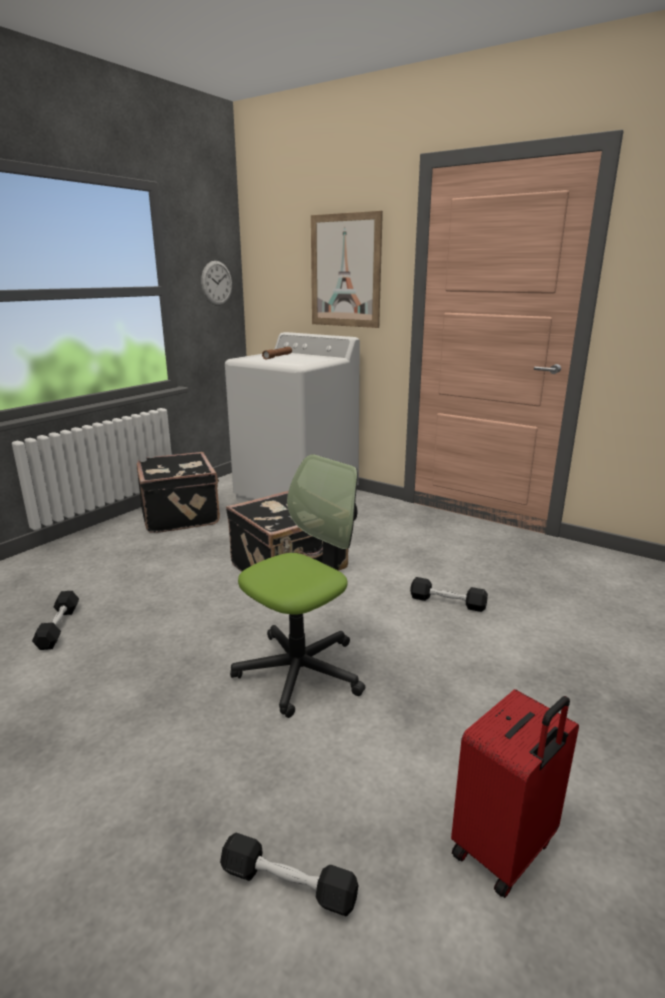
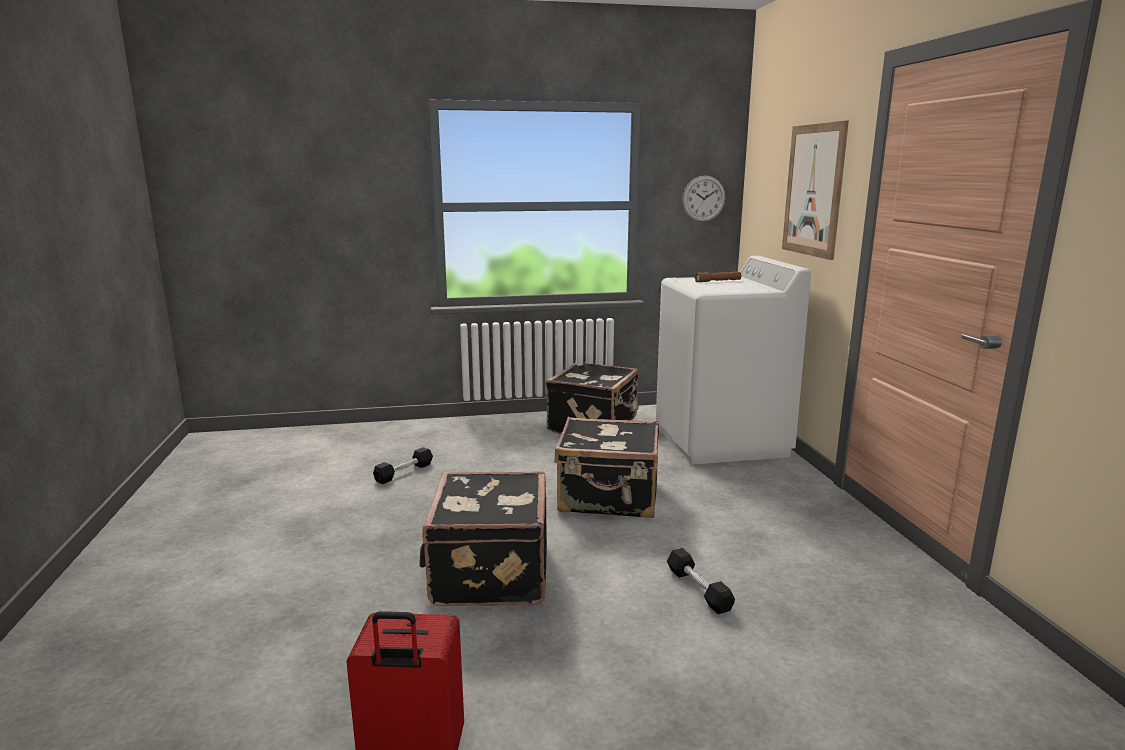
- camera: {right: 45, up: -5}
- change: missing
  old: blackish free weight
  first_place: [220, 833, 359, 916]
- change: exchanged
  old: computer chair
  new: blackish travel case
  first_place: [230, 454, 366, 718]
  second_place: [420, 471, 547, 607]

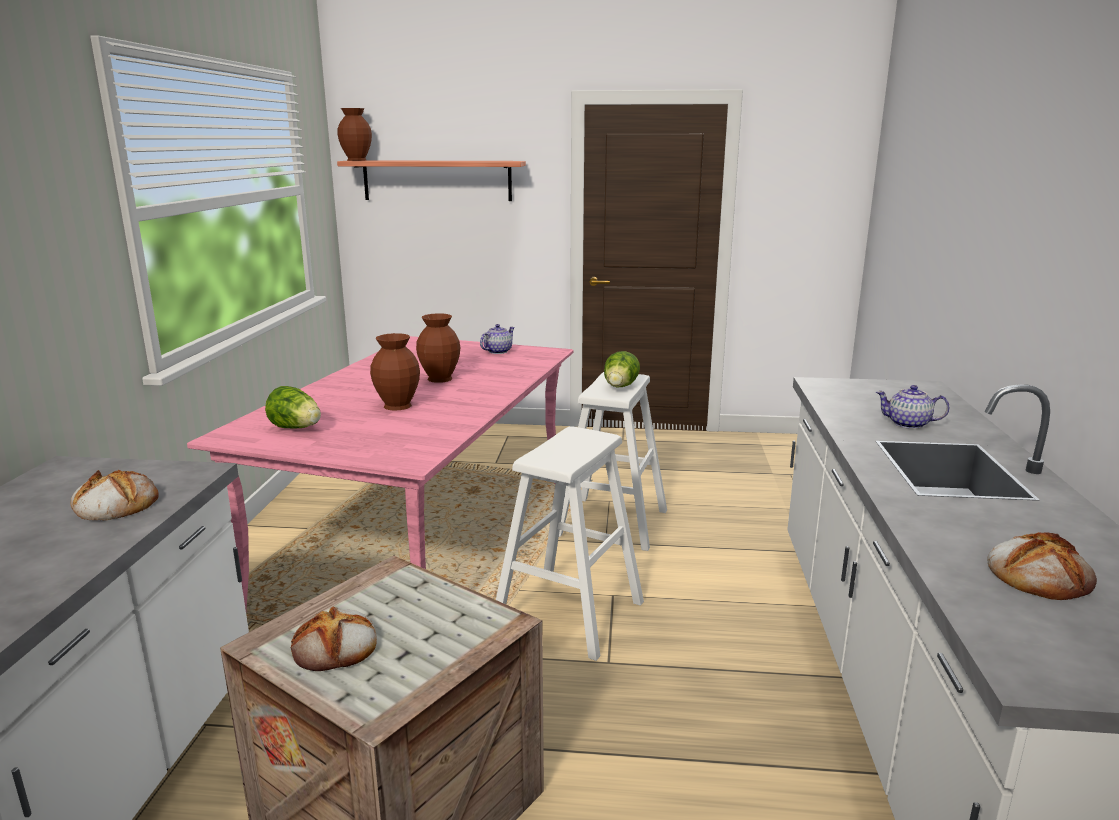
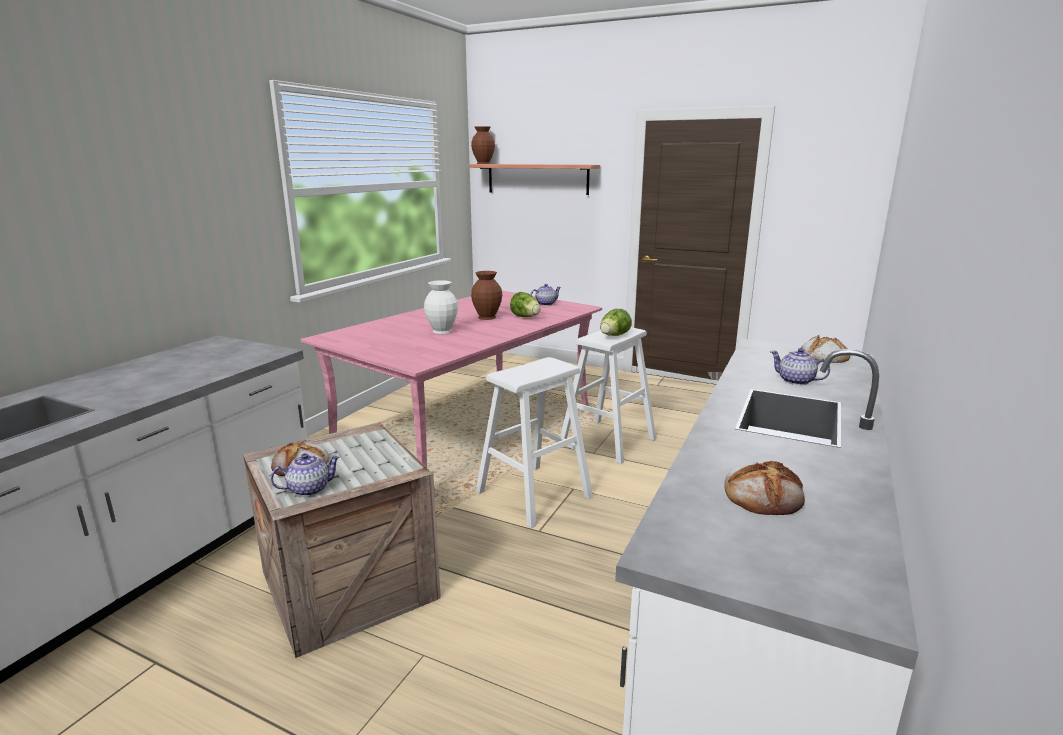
- camera: {right: 20, up: 0}
- change: appeared
  new: pot for tea
  second_place: [270, 453, 341, 496]
- change: relocated
  old: bakery bread
  first_place: [71, 469, 159, 521]
  second_place: [801, 335, 850, 363]
- change: relocated
  old: head of lettuce
  first_place: [265, 386, 321, 429]
  second_place: [510, 292, 540, 317]
- change: colour
  old: brown-coloured flower vase
  new: white flower vase
  first_place: [370, 333, 420, 411]
  second_place: [424, 280, 458, 334]

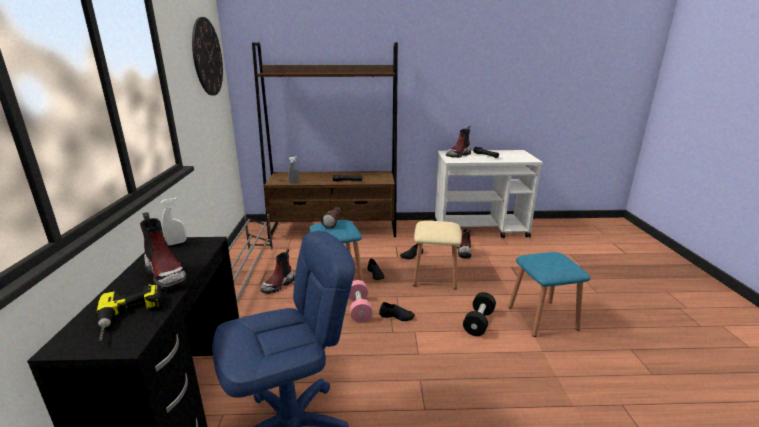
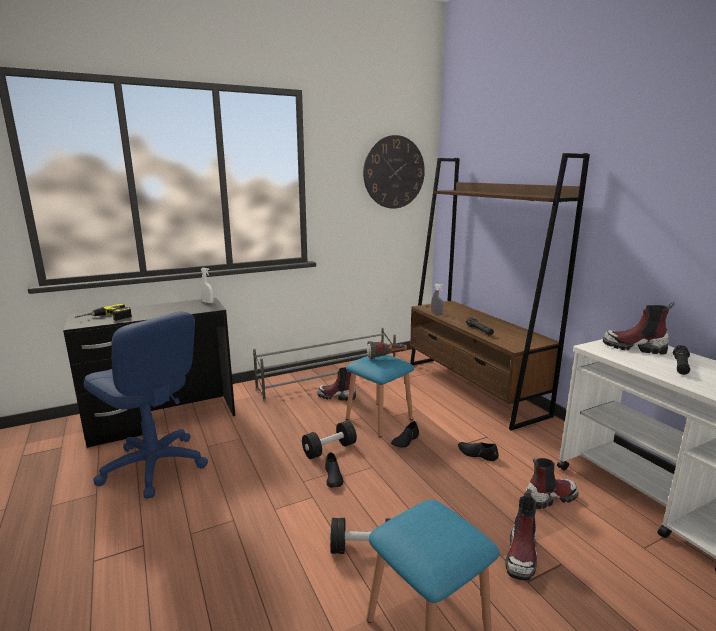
- camera: {right: 65, up: -5}
- change: missing
  old: beige stool seat
  first_place: [413, 221, 462, 290]
- change: relocated
  old: tall boot
  first_place: [140, 212, 187, 290]
  second_place: [505, 489, 537, 581]
- change: colour
  old: pink-coloured free weight
  new: blackish free weight
  first_place: [349, 280, 373, 323]
  second_place: [302, 421, 357, 459]

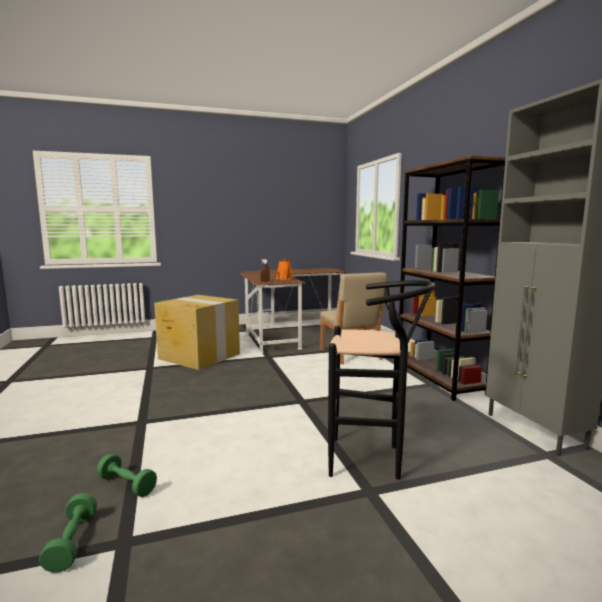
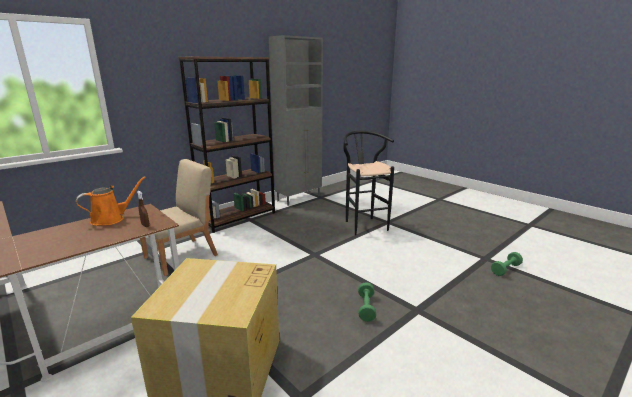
- camera: {right: -115, up: 10}
- change: relocated
  old: greenish free weight
  first_place: [97, 453, 157, 497]
  second_place: [358, 282, 376, 322]

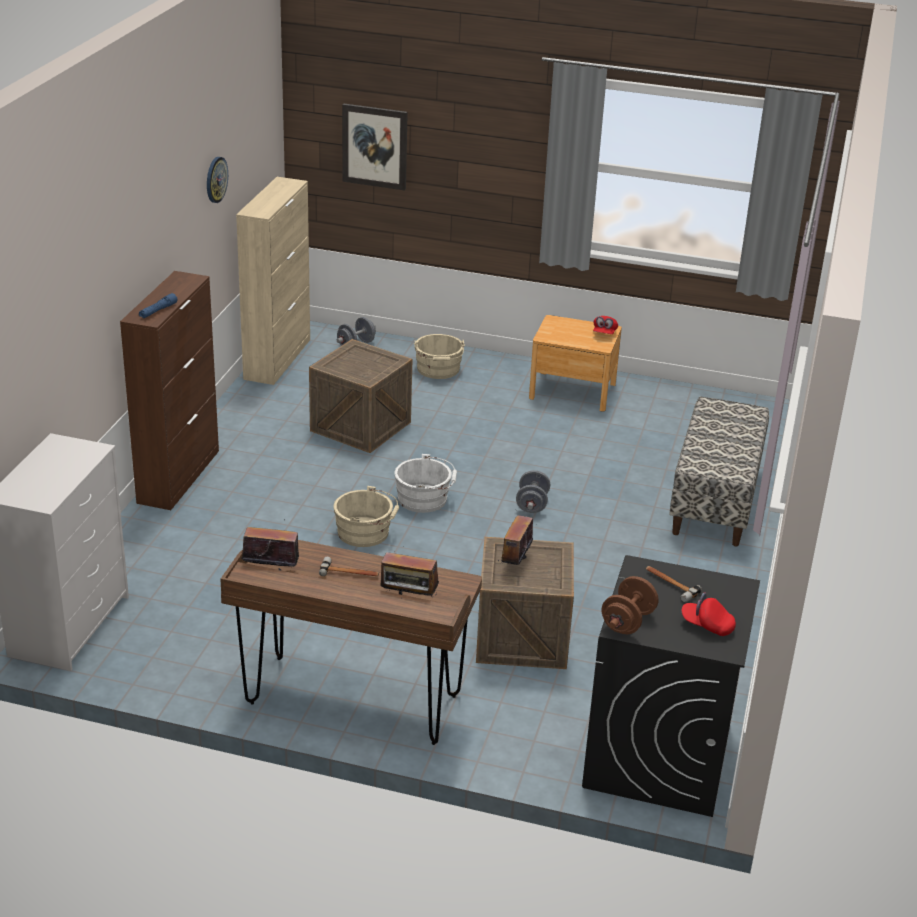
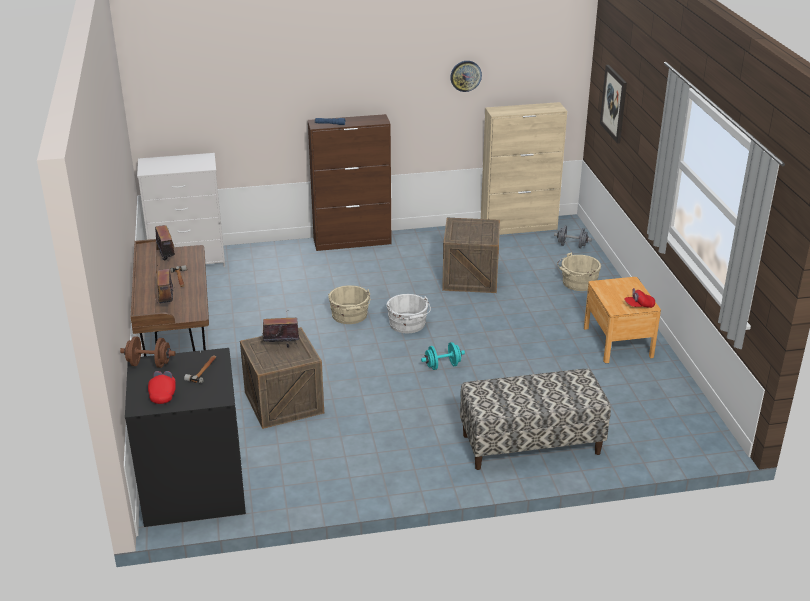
- camera: {right: 65, up: 0}
- change: colour
  old: grey free weight
  new: turquoise free weight
  first_place: [516, 470, 550, 513]
  second_place: [421, 342, 465, 370]

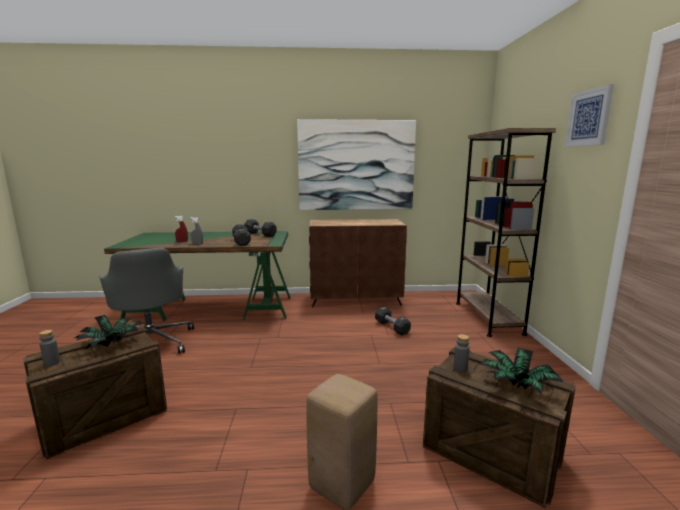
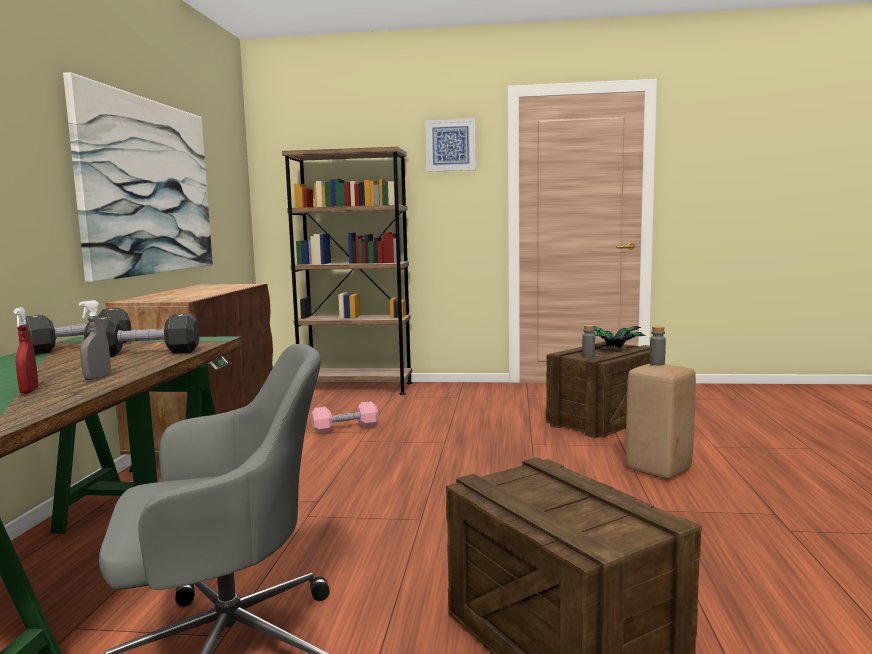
- camera: {right: -80, up: -5}
- change: missing
  old: plant in a pot
  first_place: [75, 315, 145, 350]
- change: relocated
  old: grey drink bottle
  first_place: [39, 330, 60, 367]
  second_place: [650, 326, 666, 365]
- change: colour
  old: blackish free weight
  new: pink-coloured free weight
  first_place: [375, 307, 411, 336]
  second_place: [311, 401, 378, 434]

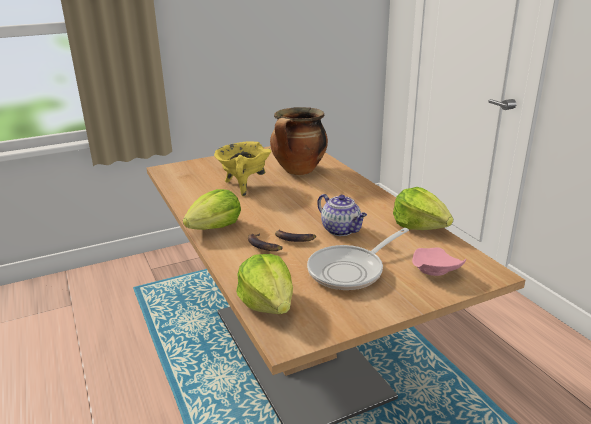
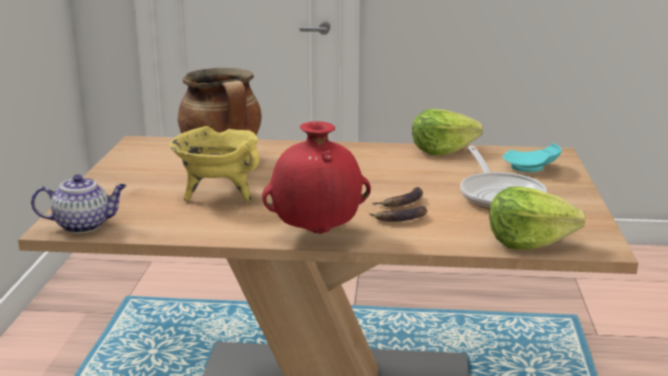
- camera: {right: -60, up: -5}
- change: relocated
  old: pot for tea
  first_place: [317, 194, 367, 236]
  second_place: [31, 174, 126, 233]
- change: exchanged
  old: head of lettuce
  new: red-coloured flower vase
  first_place: [183, 189, 241, 230]
  second_place: [262, 121, 371, 234]
- change: colour
  old: pink-coloured dinner plate
  new: turquoise dinner plate
  first_place: [412, 248, 466, 276]
  second_place: [502, 143, 562, 172]

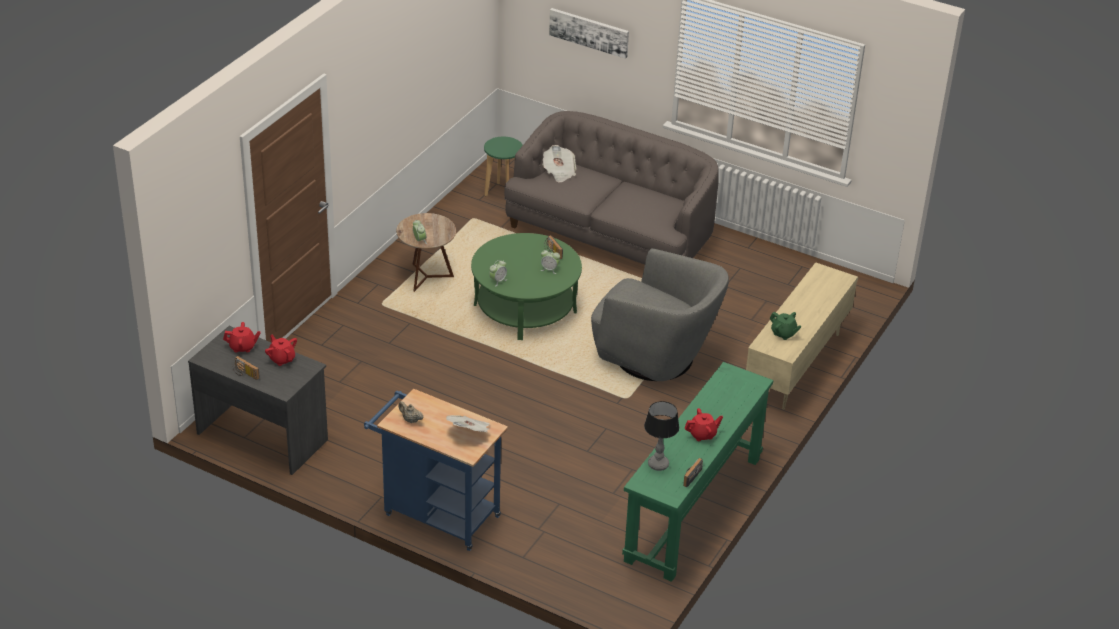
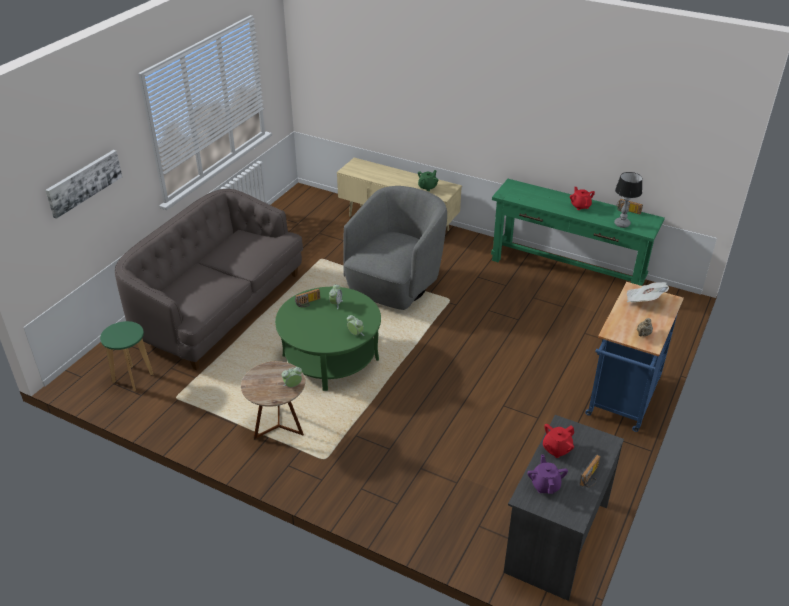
- camera: {right: -90, up: 0}
- change: missing
  old: daily paper
  first_place: [543, 145, 576, 183]
- change: colour
  old: red-coloured pot for tea
  new: purple pot for tea
  first_place: [223, 322, 261, 352]
  second_place: [527, 454, 568, 494]

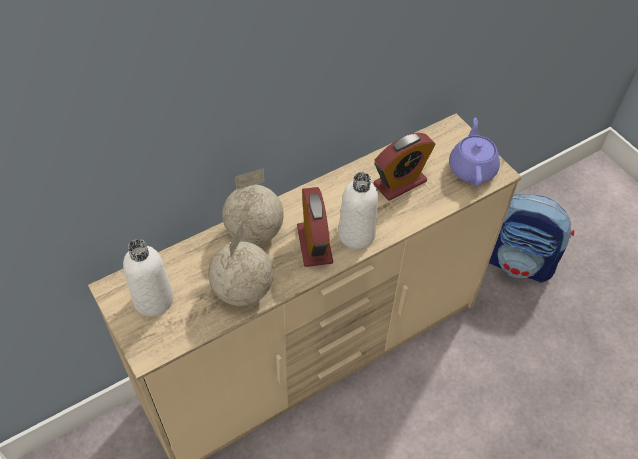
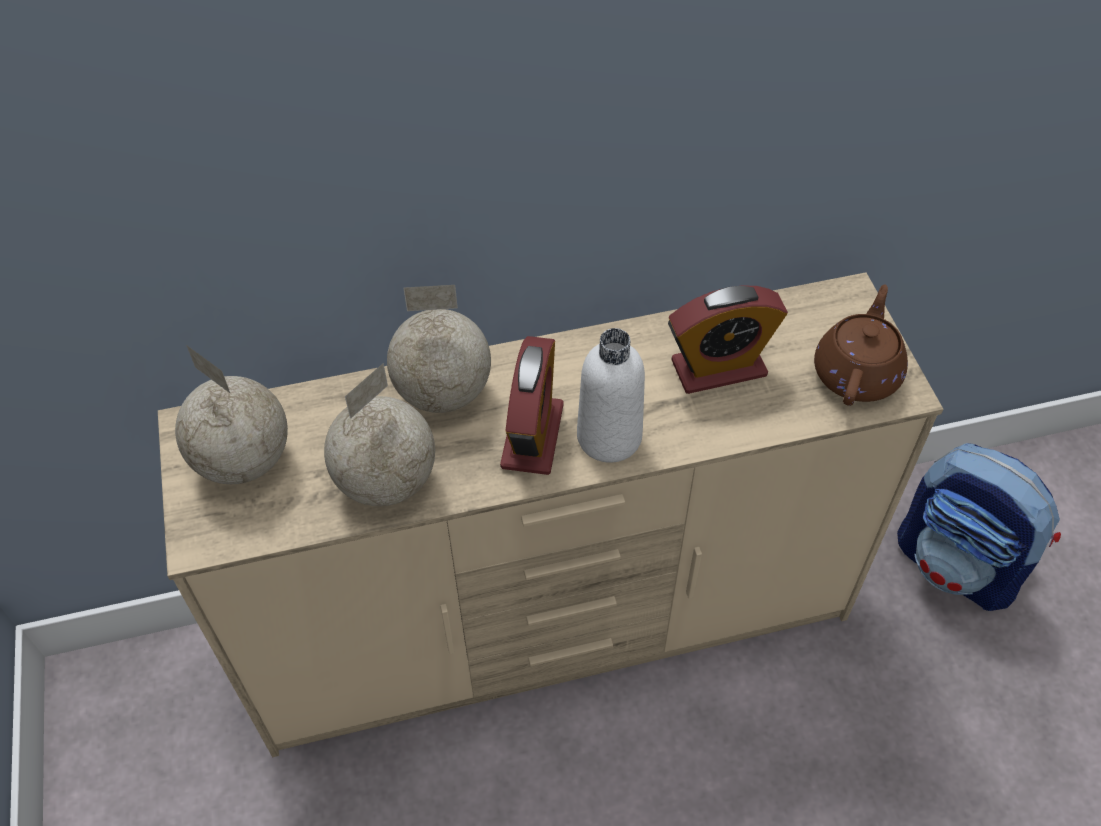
- camera: {right: 20, up: 0}
- change: exchanged
  old: white drink bottle
  new: globe
  first_place: [123, 239, 173, 316]
  second_place: [175, 345, 288, 484]
- change: colour
  old: purple pot for tea
  new: brown-coloured pot for tea
  first_place: [449, 118, 500, 187]
  second_place: [814, 284, 908, 406]

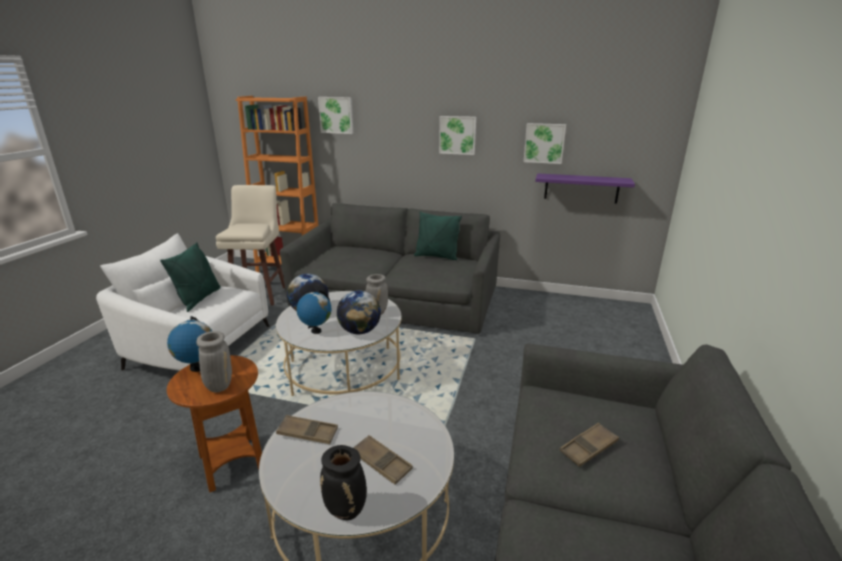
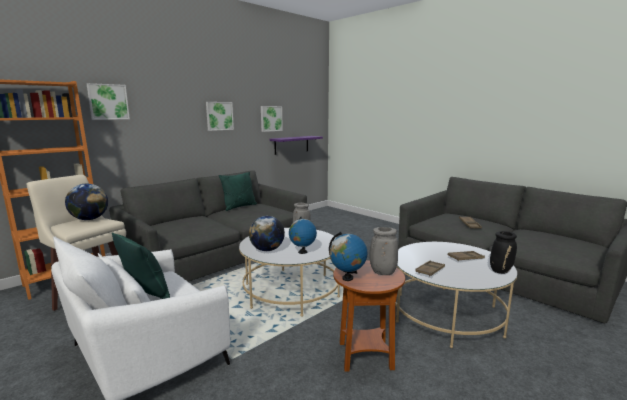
- camera: {right: -60, up: -10}
- change: relocated
  old: globe
  first_place: [337, 290, 381, 334]
  second_place: [65, 184, 108, 220]

